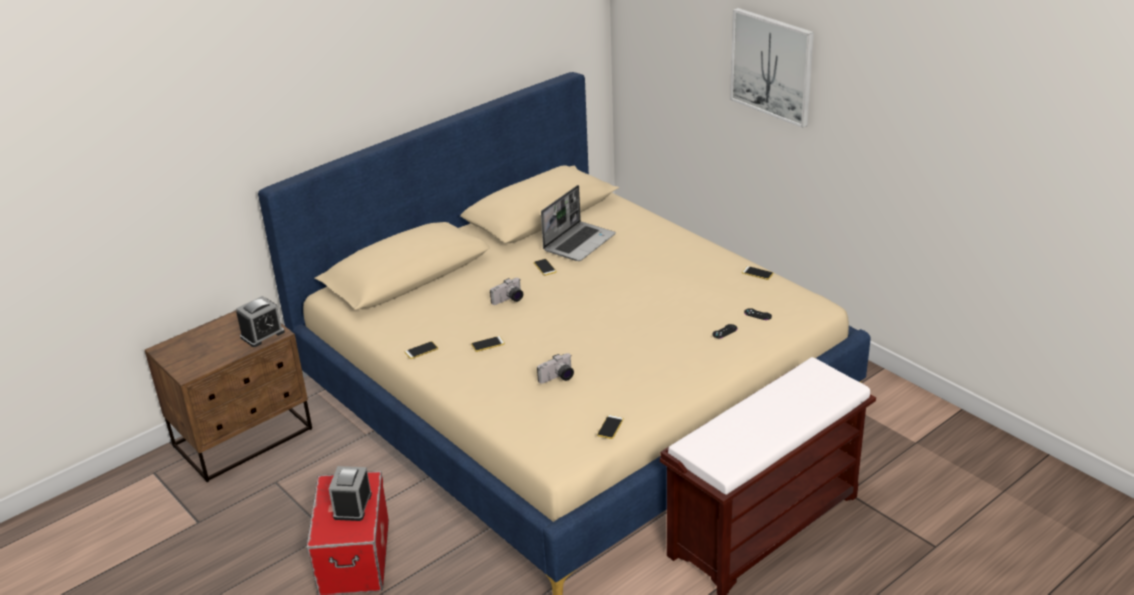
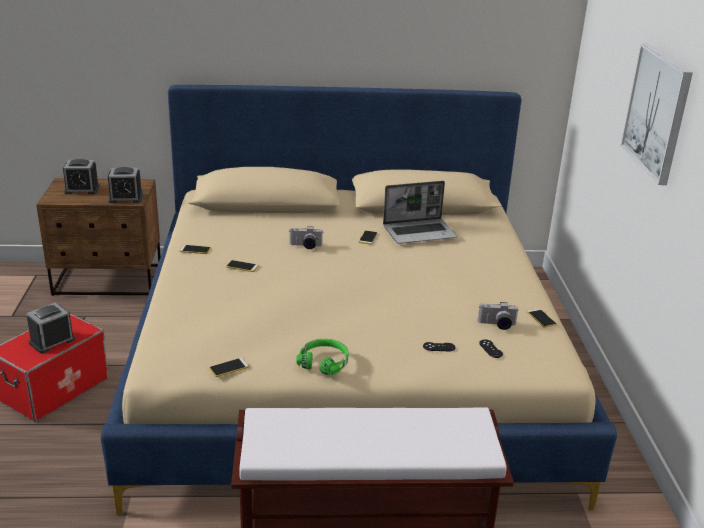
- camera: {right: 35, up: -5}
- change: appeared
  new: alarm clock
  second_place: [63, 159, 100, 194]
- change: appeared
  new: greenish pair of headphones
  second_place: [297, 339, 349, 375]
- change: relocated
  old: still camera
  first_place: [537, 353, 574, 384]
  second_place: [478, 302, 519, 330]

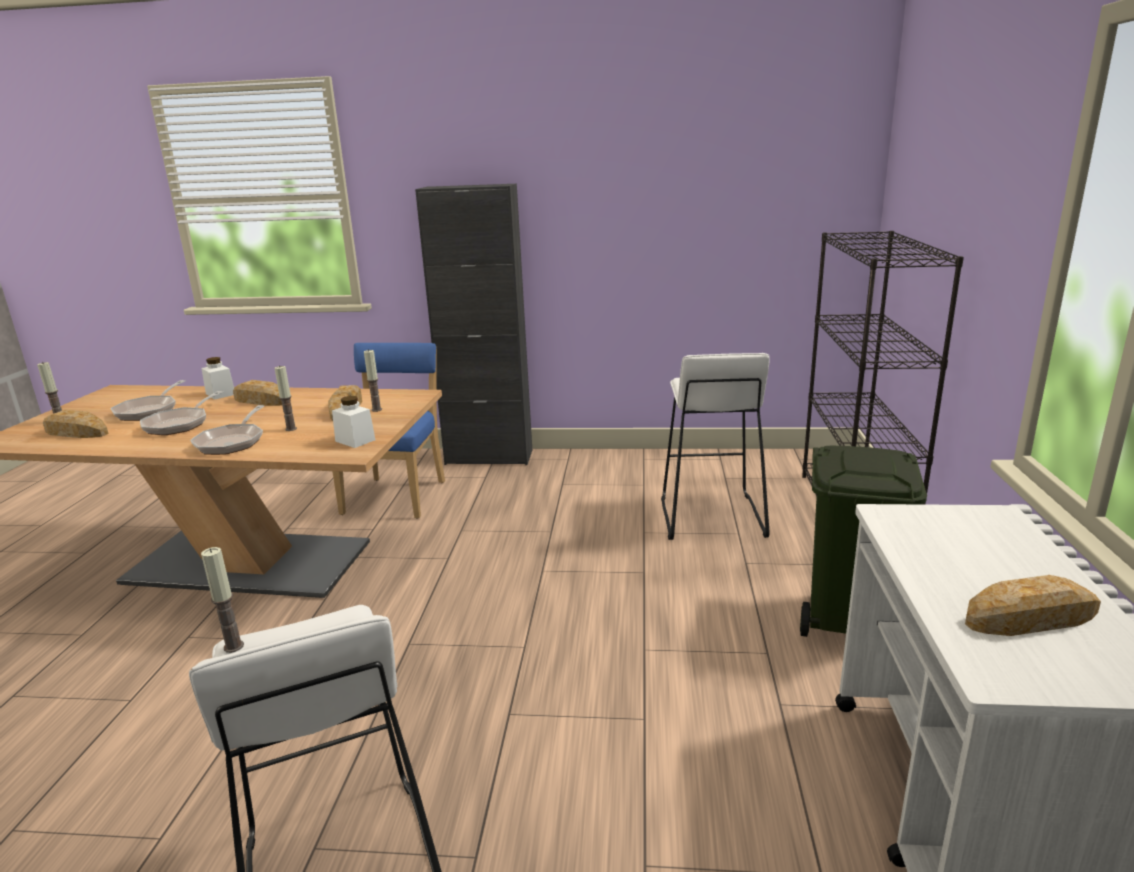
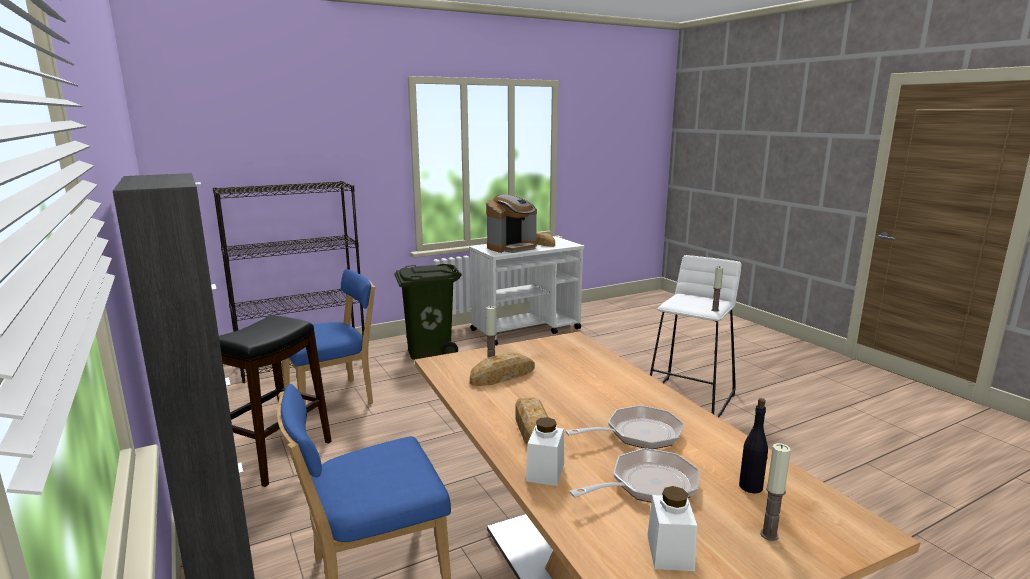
- camera: {right: -125, up: -5}
- change: missing
  old: skillet
  first_place: [190, 405, 264, 455]
- change: missing
  old: wax light
  first_place: [274, 365, 297, 431]
- change: appeared
  new: blackish stool seat
  second_place: [219, 315, 331, 487]
- change: appeared
  new: coffee machine
  second_place: [486, 194, 537, 253]
- change: relocated
  old: white preserve jar
  first_place: [332, 396, 375, 448]
  second_place: [647, 486, 697, 571]
- change: exchanged
  old: bakery bread
  new: blackish drink bottle
  first_place: [43, 410, 109, 438]
  second_place: [739, 398, 768, 494]
- change: exchanged
  old: white stool seat
  new: blue-coloured upright chair
  first_place: [661, 353, 770, 540]
  second_place: [282, 269, 375, 405]

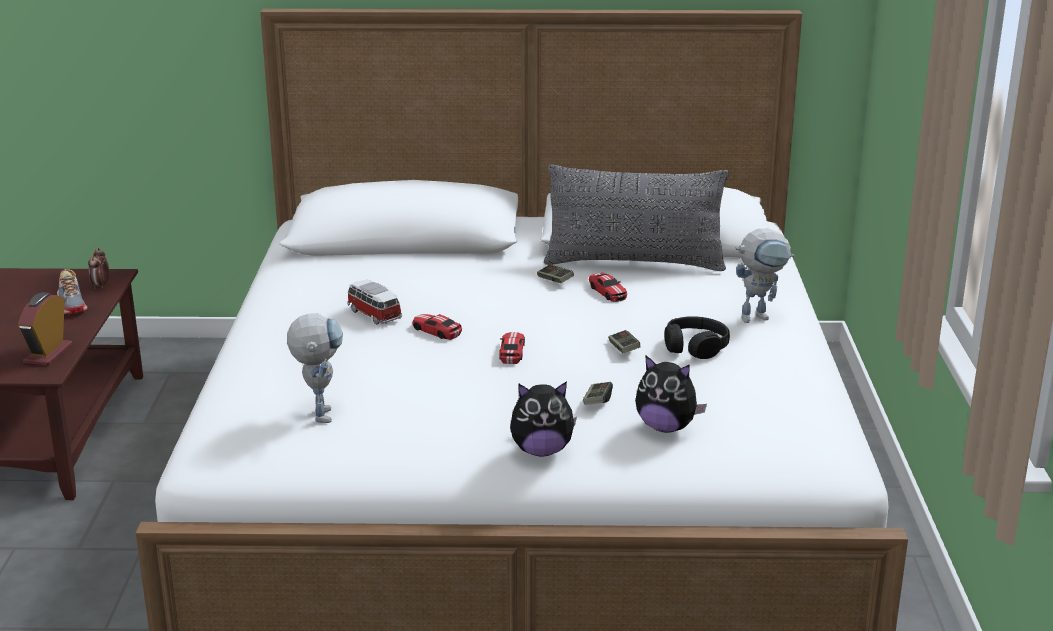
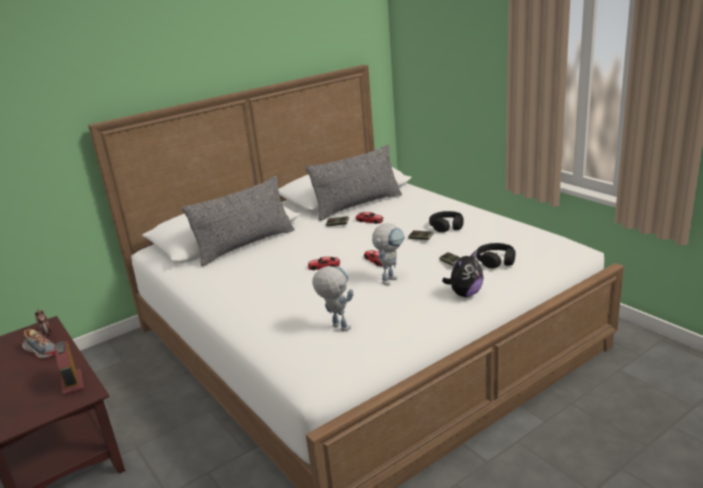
- camera: {right: -35, up: 0}
- change: missing
  old: miniature car
  first_place: [347, 279, 402, 324]
- change: appeared
  new: grey cushion
  second_place: [182, 176, 295, 266]
- change: relocated
  old: model robot
  first_place: [735, 228, 794, 323]
  second_place: [372, 224, 405, 286]
- change: exchanged
  old: plush toy
  new: blackish pair of headphones
  first_place: [635, 355, 707, 433]
  second_place: [476, 243, 515, 268]

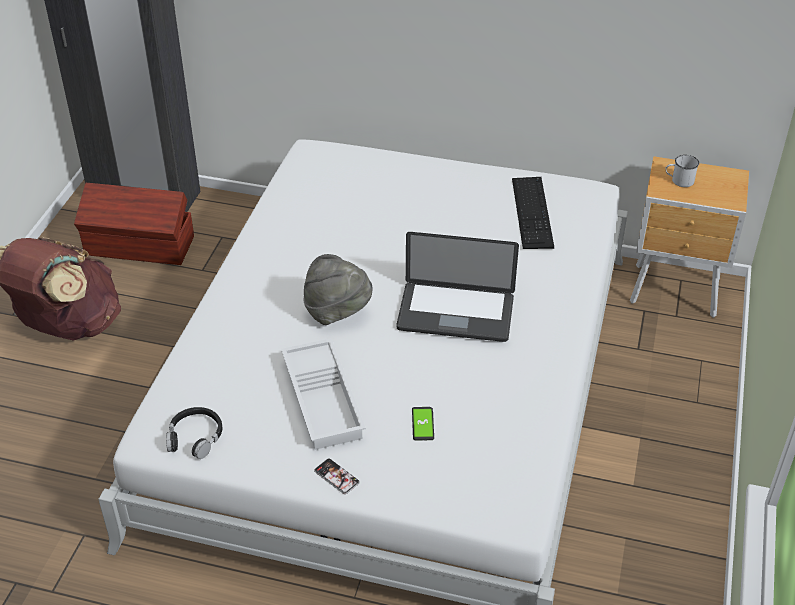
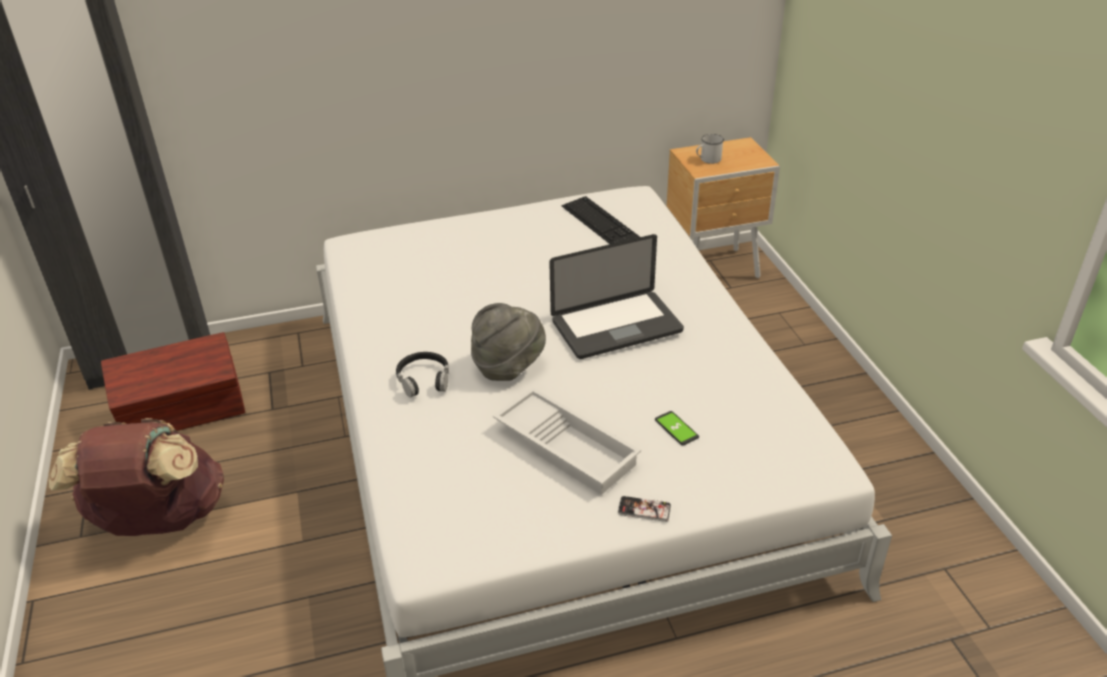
- camera: {right: -30, up: -5}
- change: relocated
  old: blackish pair of headphones
  first_place: [166, 407, 222, 459]
  second_place: [396, 352, 449, 398]

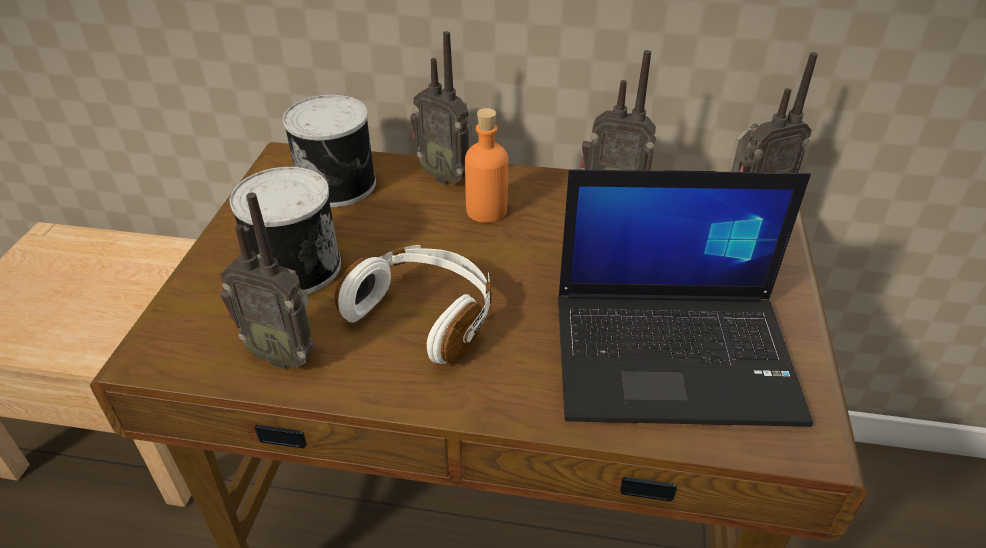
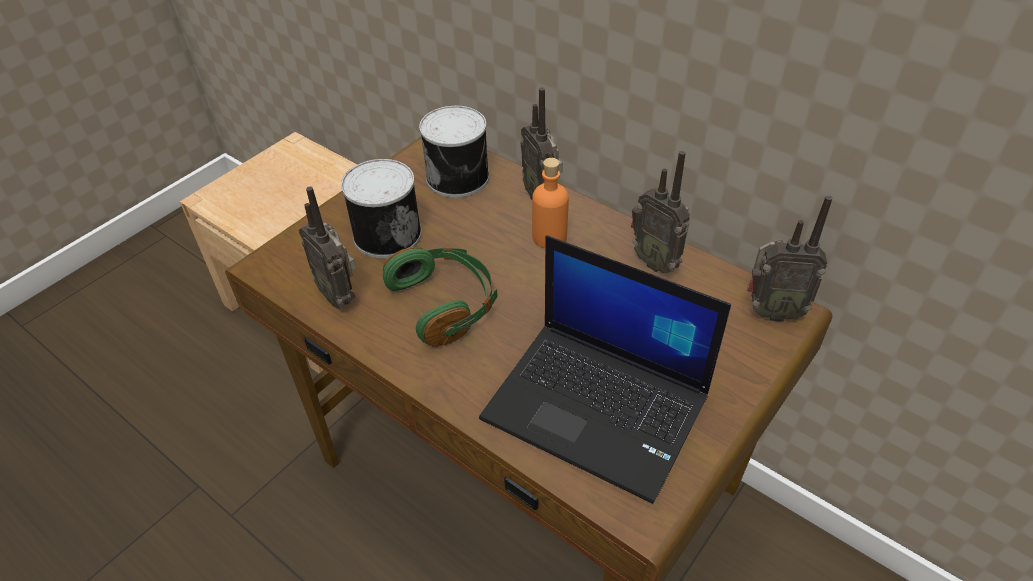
- camera: {right: 30, up: 5}
- change: colour
  old: white pair of headphones
  new: greenish pair of headphones
  first_place: [334, 245, 492, 364]
  second_place: [383, 247, 498, 347]

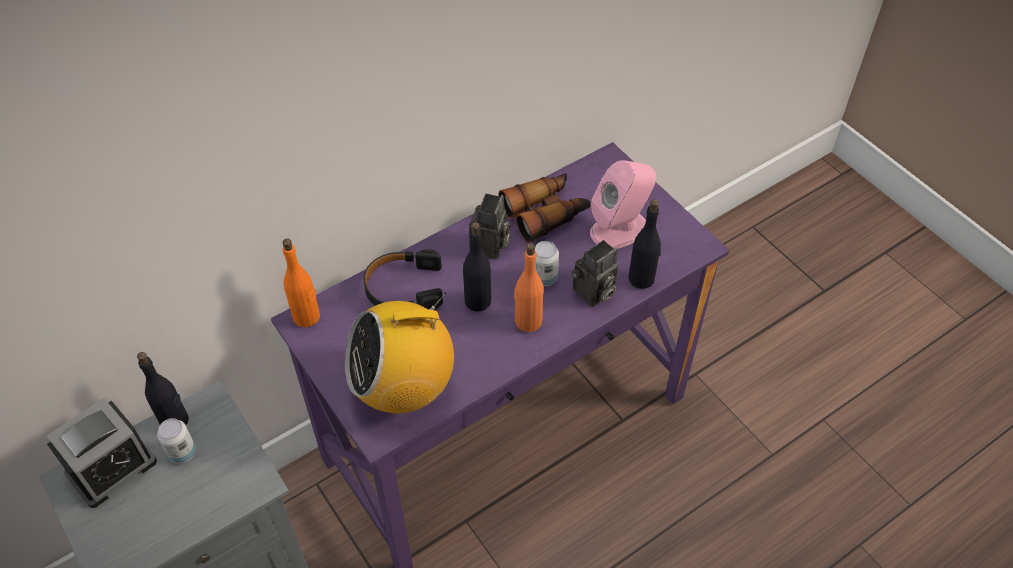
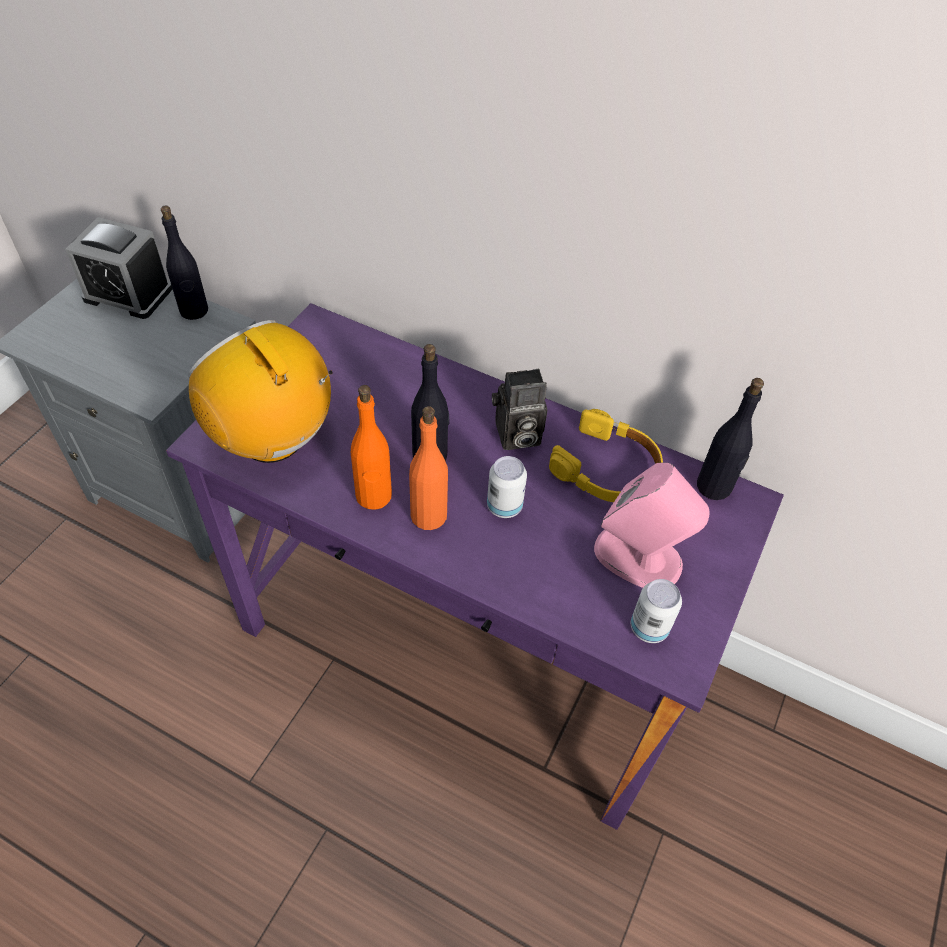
- camera: {right: 60, up: 0}
- change: missing
  old: blackish pair of headphones
  first_place: [364, 249, 443, 310]
- change: missing
  old: still camera
  first_place: [572, 240, 618, 307]
- change: relocated
  old: sealed can
  first_place: [157, 418, 196, 463]
  second_place: [631, 579, 682, 643]
- change: relocated
  old: orange-coloured drink bottle
  first_place: [282, 239, 320, 328]
  second_place: [351, 385, 392, 510]
- change: relocated
  old: blackish drink bottle
  first_place: [628, 199, 661, 289]
  second_place: [697, 378, 764, 500]
- change: exchanged
  old: pair of binoculars
  new: yellow-coloured pair of headphones
  first_place: [498, 173, 590, 243]
  second_place: [549, 409, 663, 502]

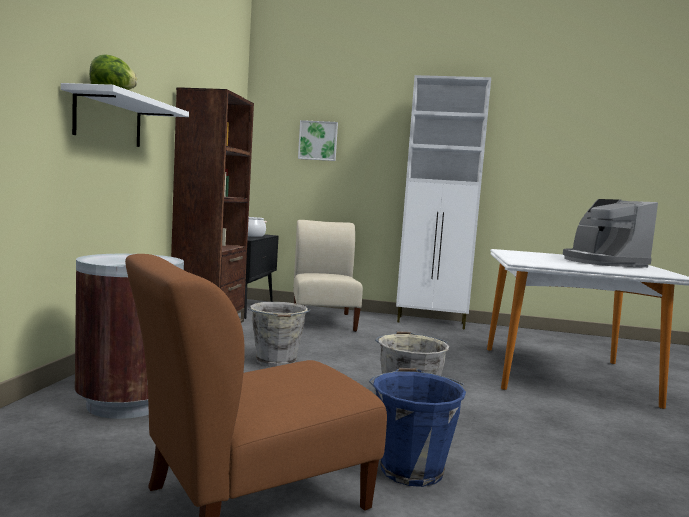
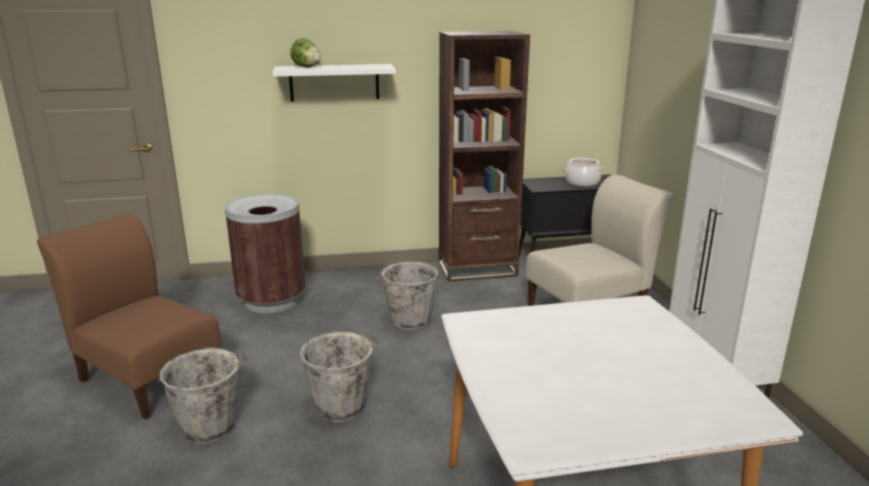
- camera: {right: 70, up: 15}
- change: missing
  old: wall picture
  first_place: [298, 120, 338, 161]
- change: missing
  old: coffee machine
  first_place: [563, 199, 658, 268]
- change: colour
  old: blue-coloured bucket
  new: grey bucket
  first_place: [369, 368, 466, 487]
  second_place: [160, 347, 248, 444]

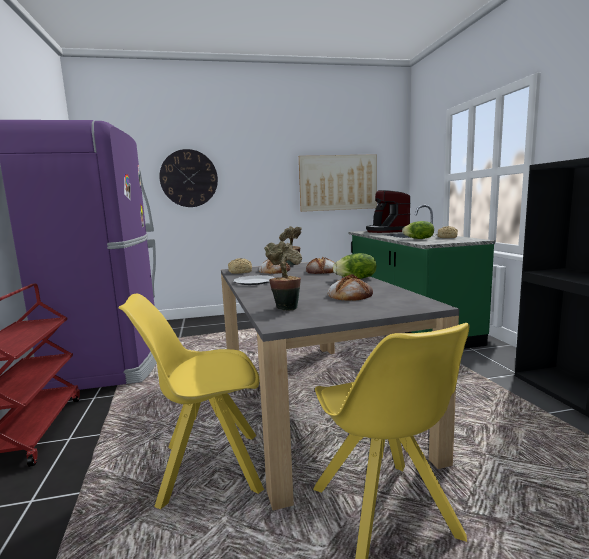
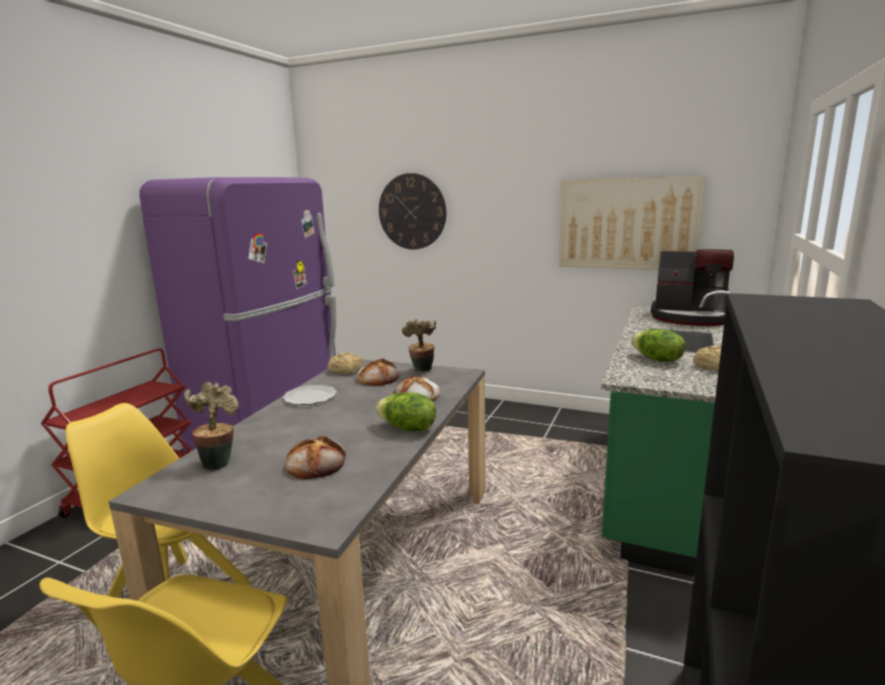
- camera: {right: 35, up: 5}
- change: spun
  old: coffee machine
  first_place: [366, 190, 411, 233]
  second_place: [651, 249, 734, 326]
  degrees: -90

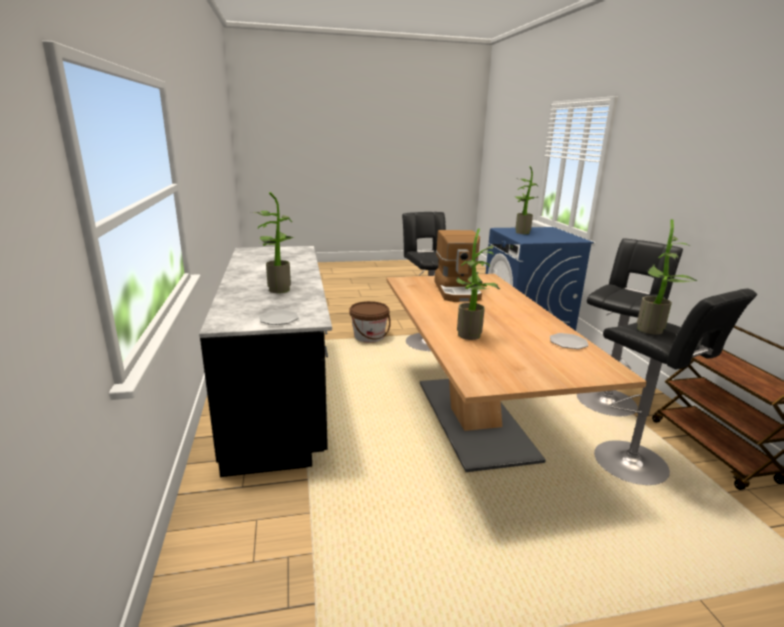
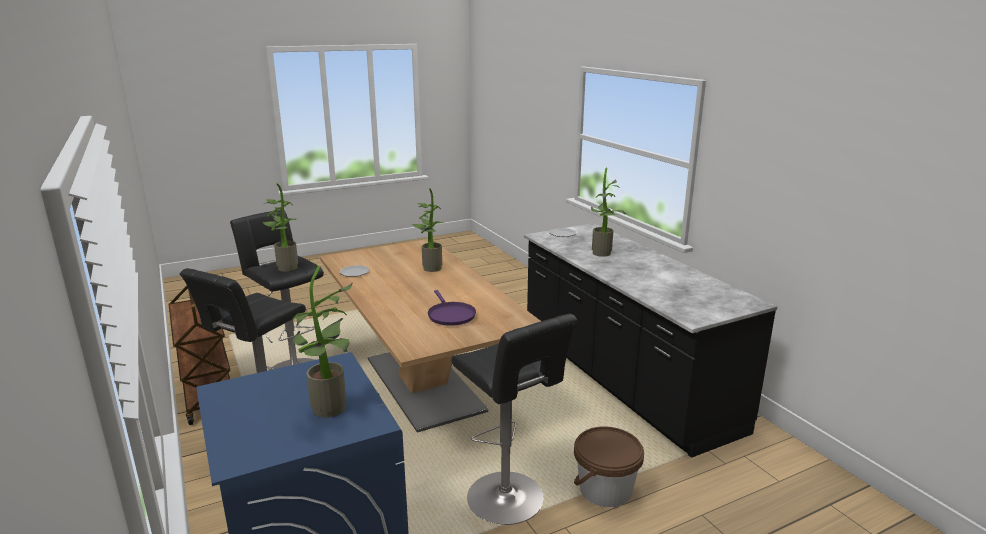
- camera: {right: 165, up: 0}
- change: exchanged
  old: coffee machine
  new: purple skillet
  first_place: [434, 230, 482, 302]
  second_place: [428, 290, 476, 326]

